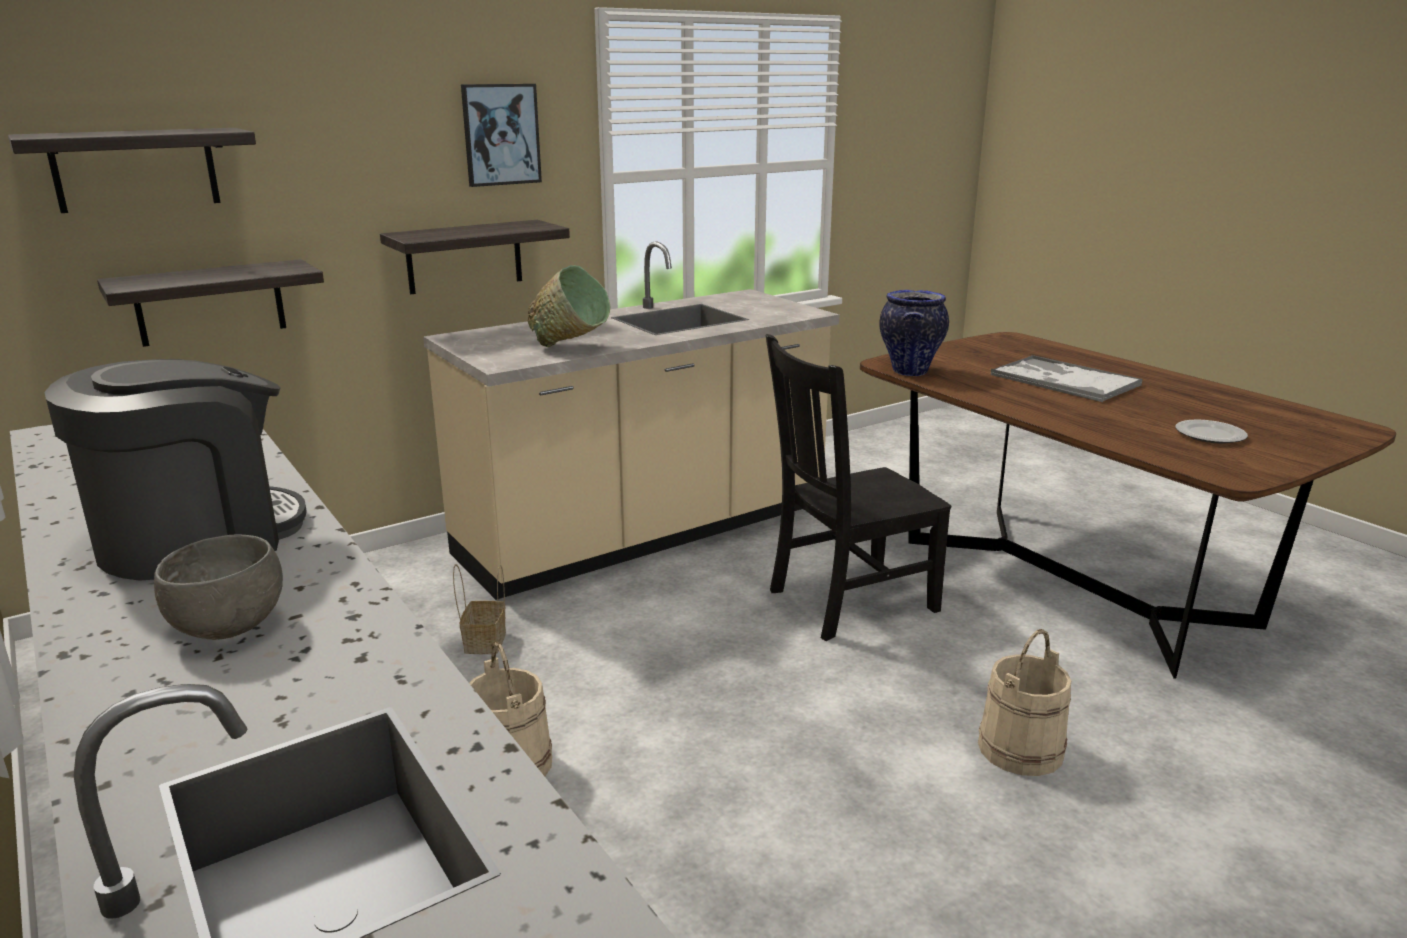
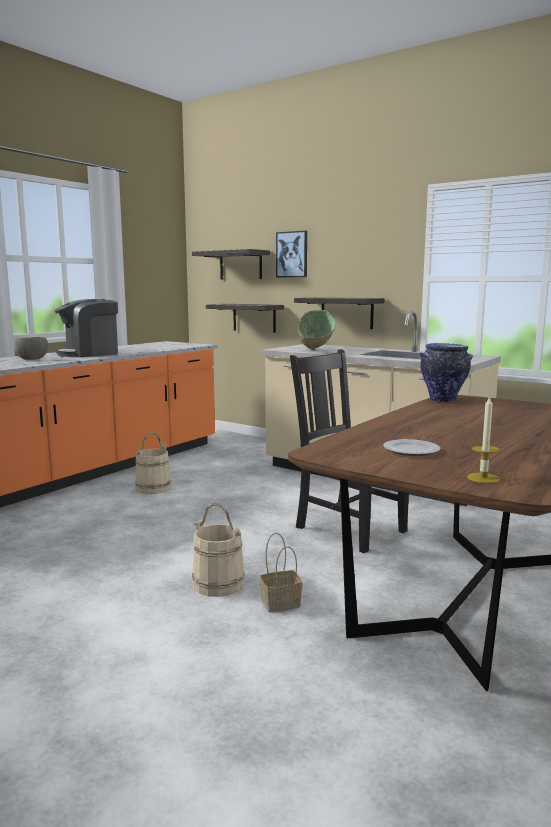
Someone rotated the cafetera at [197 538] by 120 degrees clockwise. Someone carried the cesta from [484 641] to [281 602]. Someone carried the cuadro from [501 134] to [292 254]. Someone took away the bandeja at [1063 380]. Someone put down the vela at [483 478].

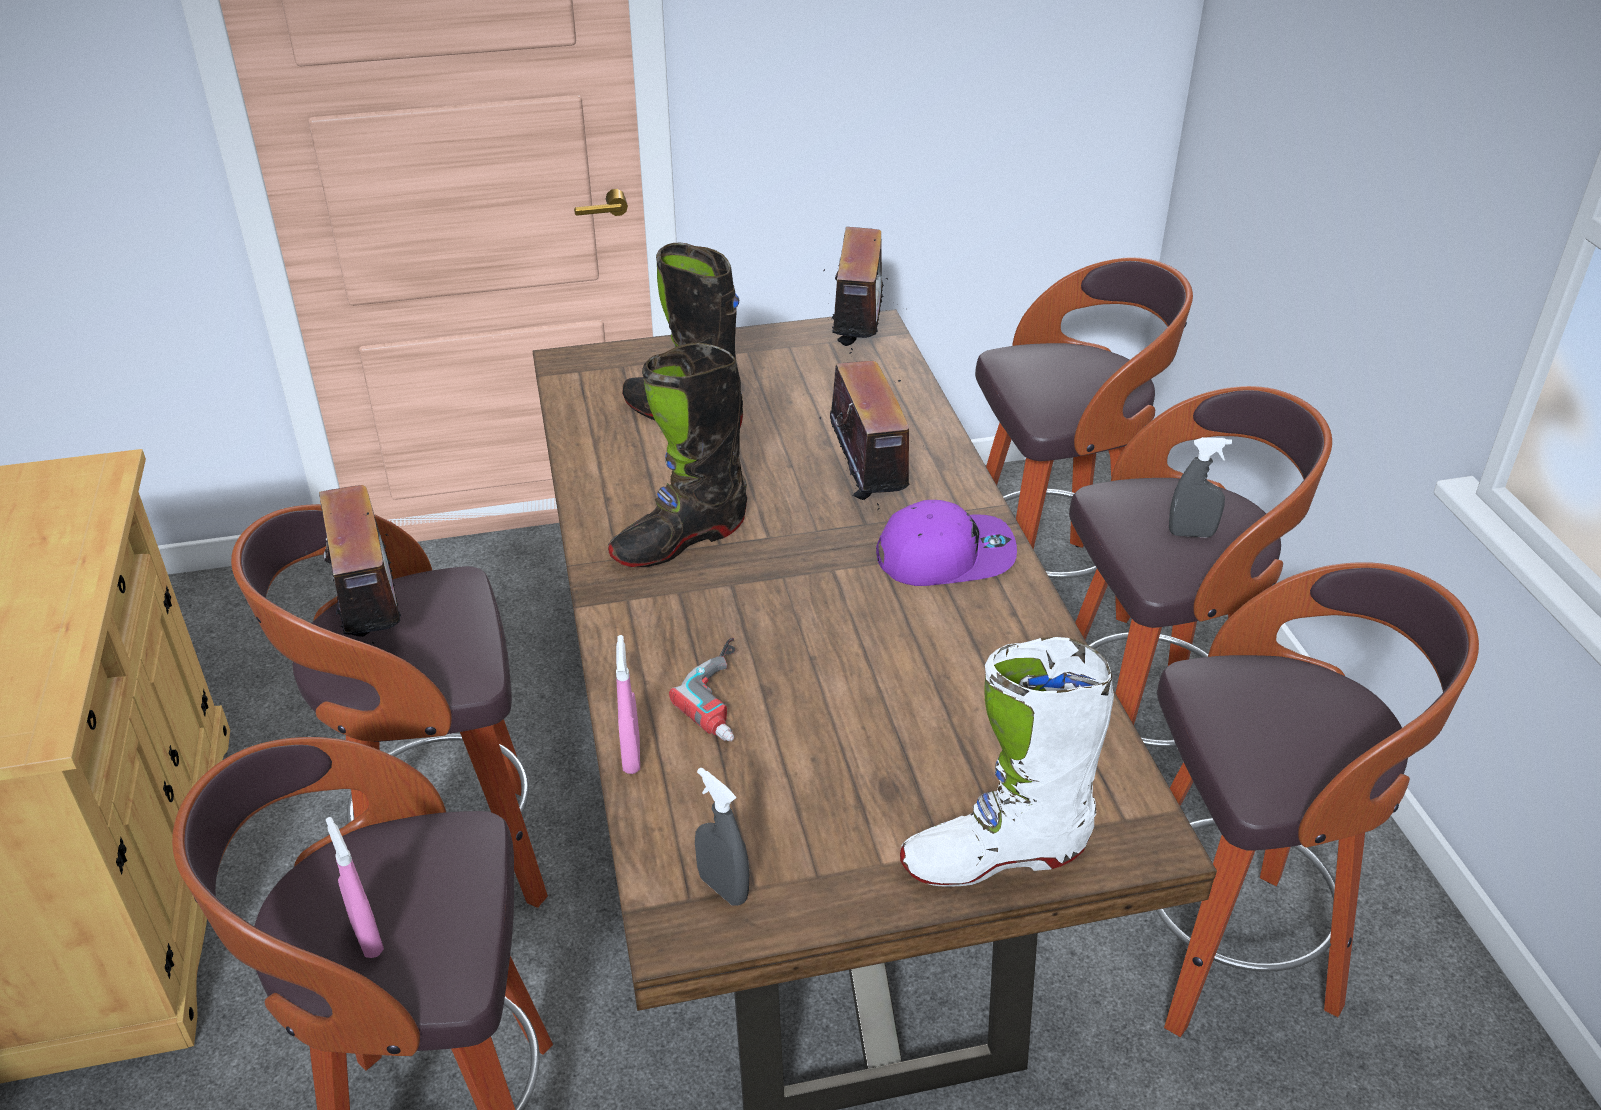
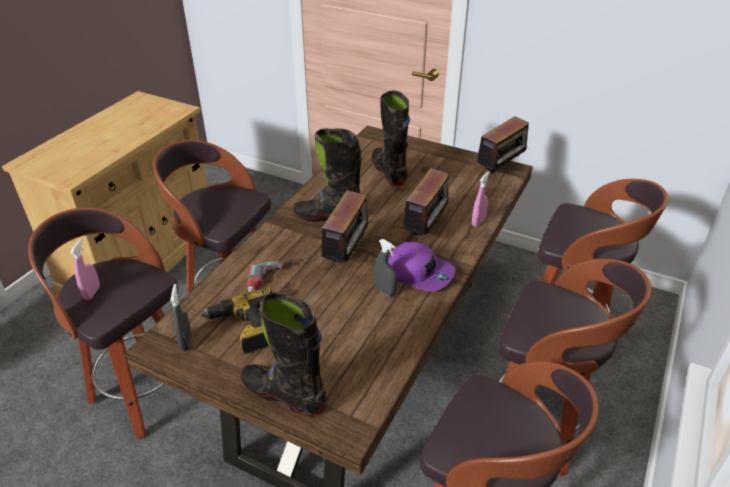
Someone carried the radio from [373 617] to [347 255]. Someone carried the pulverizador [rosa] from [631 756] to [478 222]. Someone repainted the bota [blanco] at [994 856], which became the bota [negro] at [284 394]. Someone carried the pulverizador [gris] from [1191 534] to [385 290]. Someone put down the taladro at [246 329].

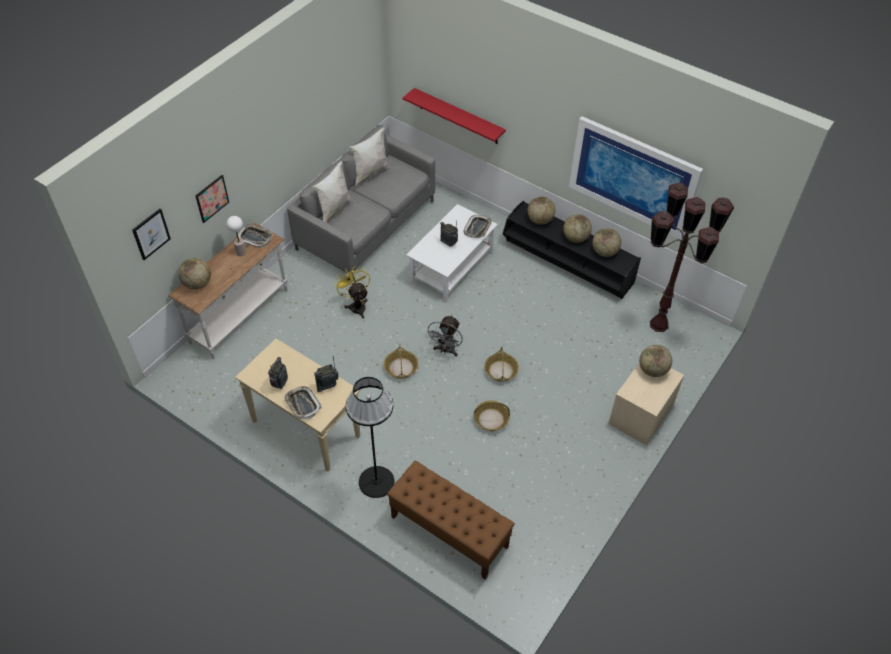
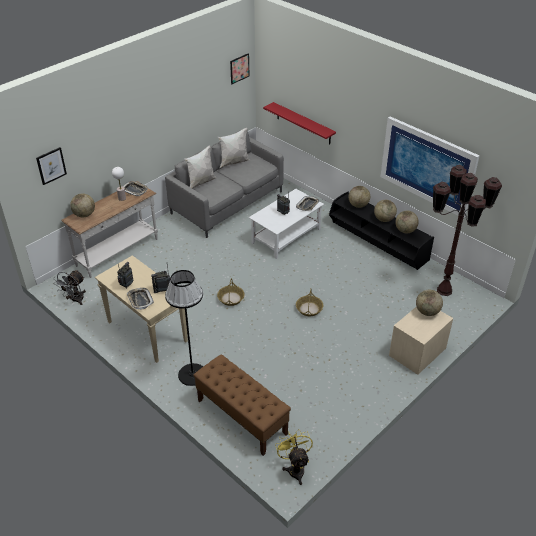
Someone carried the cuadro from [212 198] to [239 68]. Someone carried the ventilador [amarillo] from [356 305] to [295 468]. Someone carried the ventilador [gris] from [445 350] to [75 300]. Someone took away the cesta at [491 419].

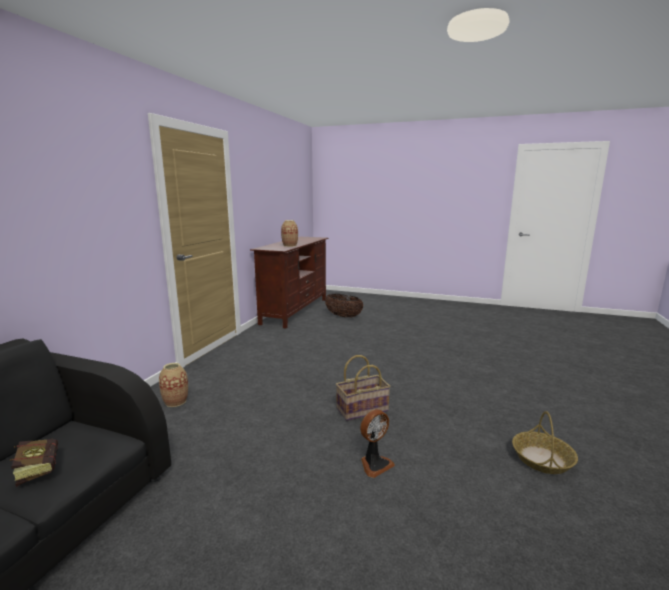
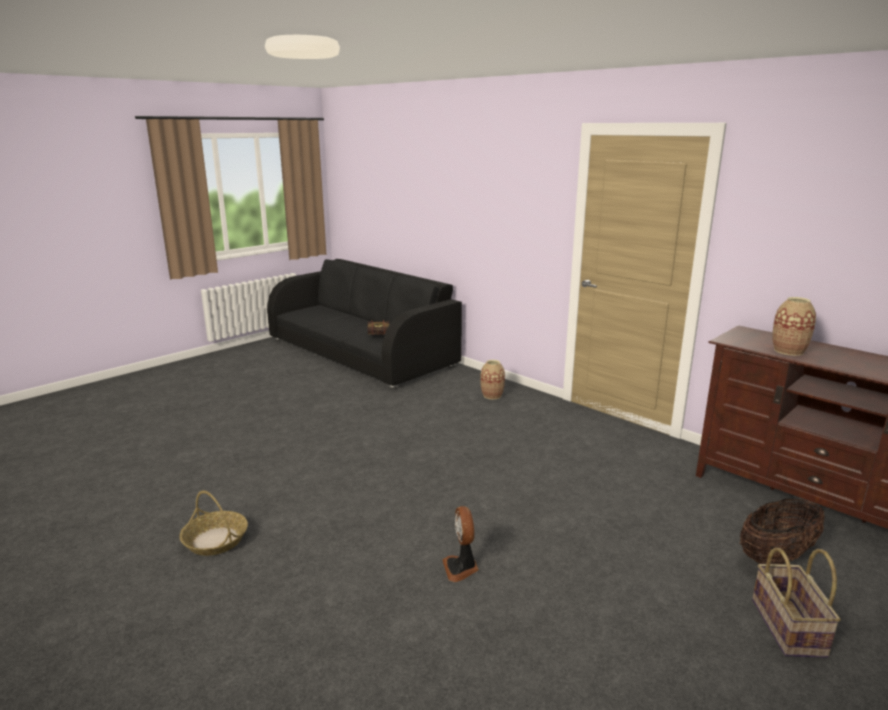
Someone carried the cesta from [362 409] to [789 628]. Someone carried the ventilador from [374 464] to [461 568].

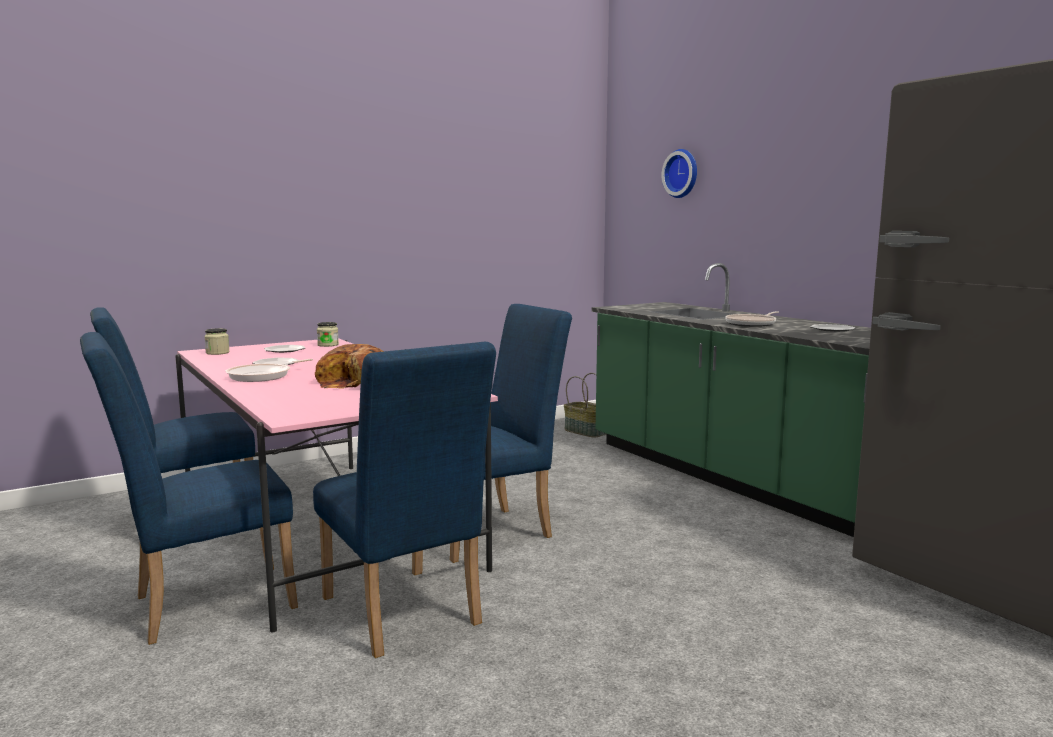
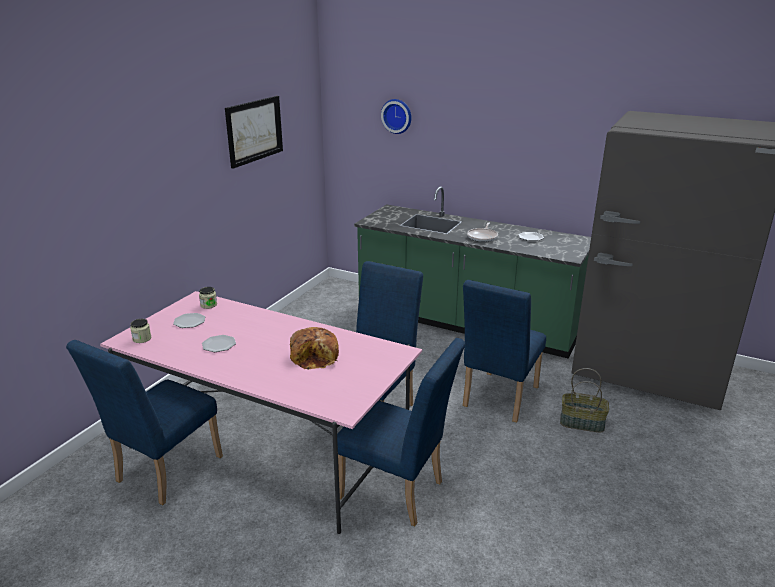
Someone carried the silla [azul] from [201 604] to [498 399]. Someone took away the sartén at [263 376]. Someone carried the cesta from [586 432] to [582 423]. Someone put up the cuadro at [254 130].

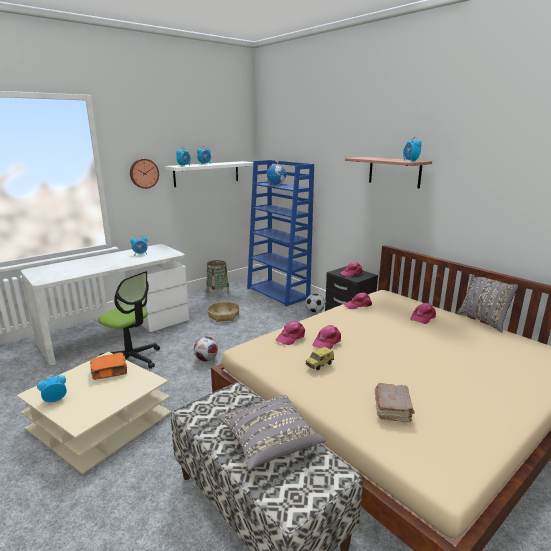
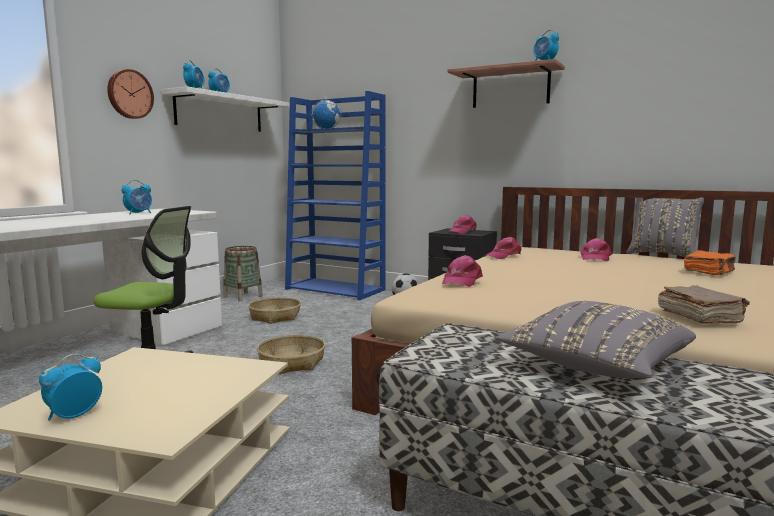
Someone carried the libro [naranja] from [110 372] to [709 272]. Someone swapped the balón de fútbol at [207 359] for the cesta at [292 362]. Someone took away the coche de juguete at [320 365]. Someone took away the gorra [rosa] at [327 342].

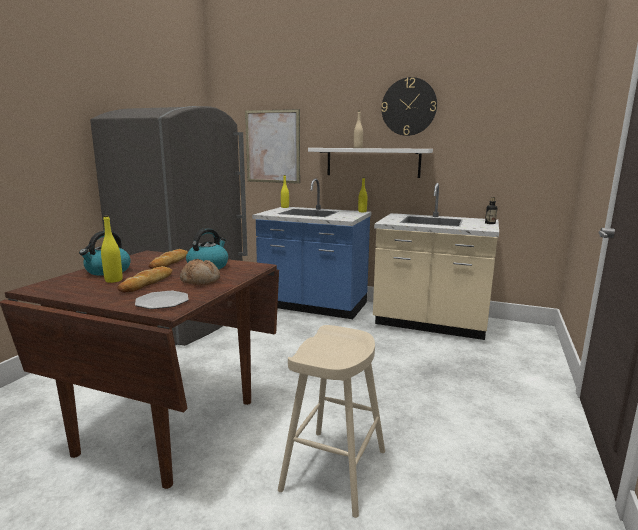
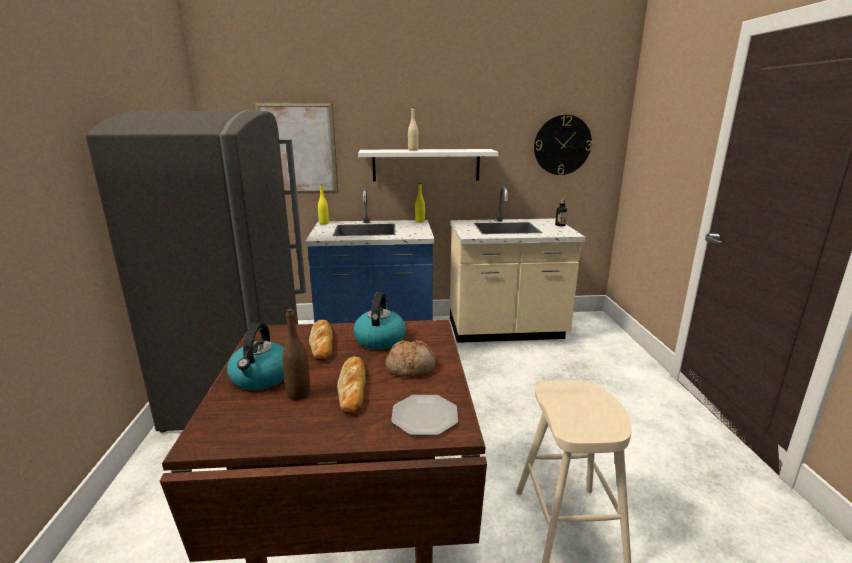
Someone repainted the botella [amarillo] at [113 280], which became the botella [marrón] at [298 394]. Someone carried the reloj de pared from [409 107] to [562 145].

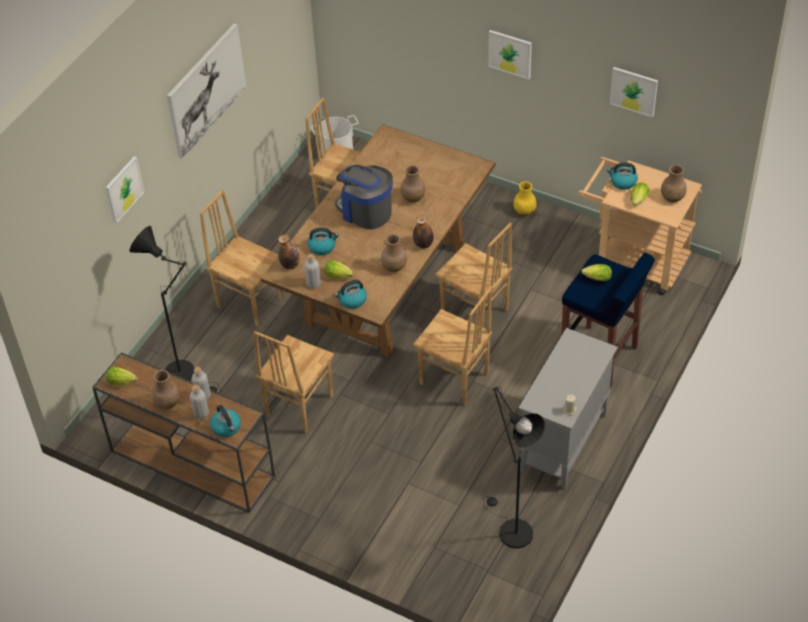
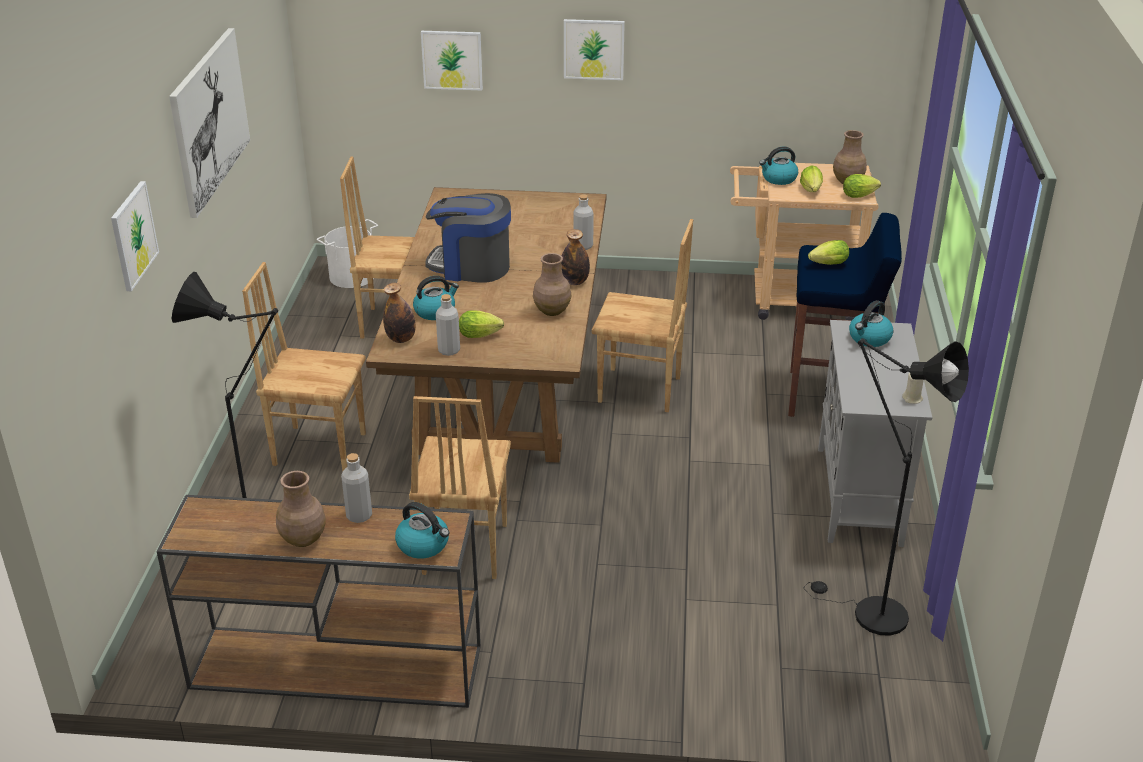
Someone carried the lechuga from [123 382] to [861 196]. Someone carried the botella [gris] from [201 414] to [583 246]. Someone carried the hervidor from [352 300] to [869 338]. Someone took away the florero [marrón] at [413 197]. Someone took away the silla [marrón] at [454 380]. Someone took away the florero [amarillo] at [524 211]. Someone carried the cuadro from [634 91] to [452 60].

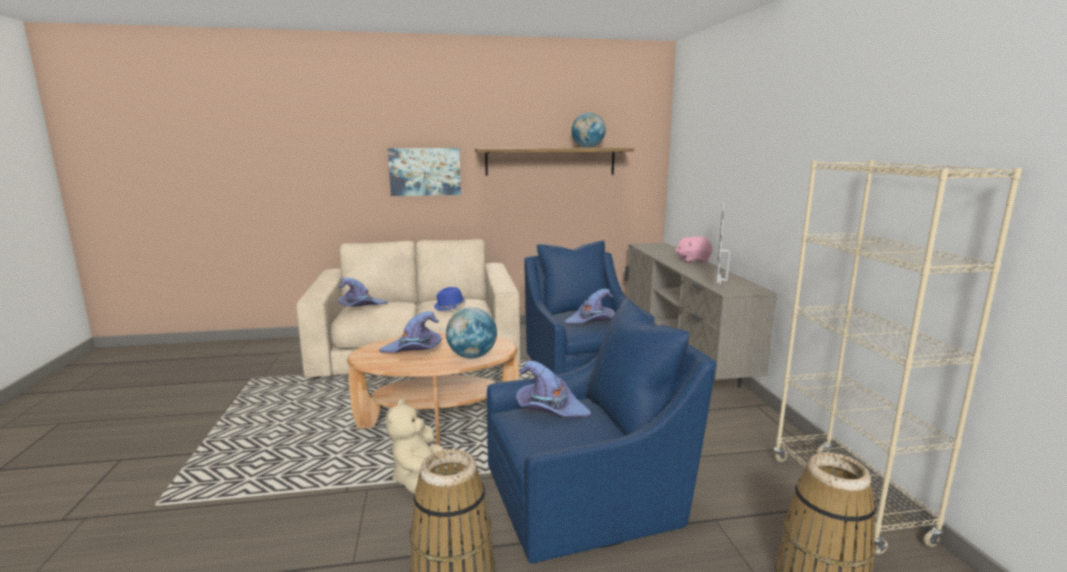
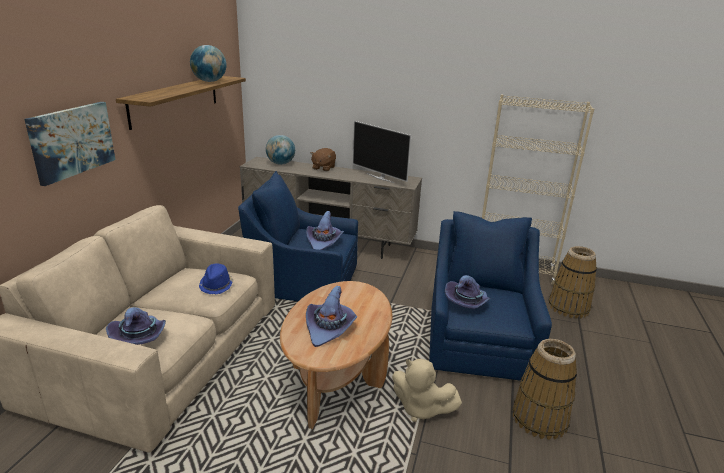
Someone carried the globo terráqueo from [472 356] to [280 164]. Someone repainted the peluche [rosa] at [693 260], which became the peluche [marrón] at [323 168].

